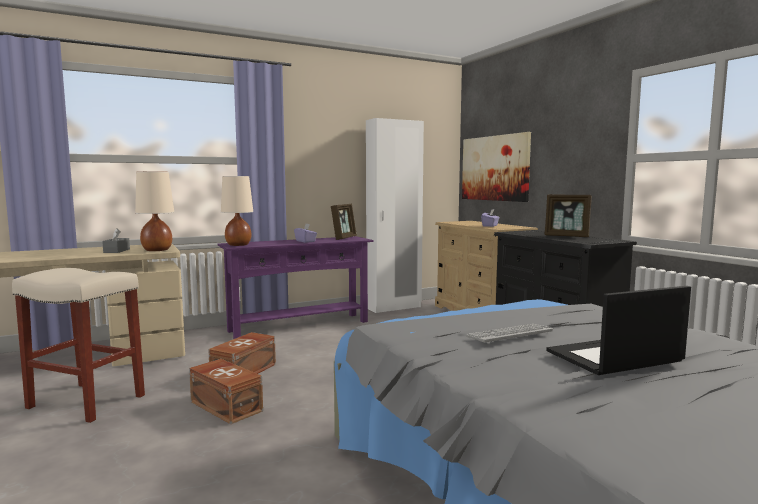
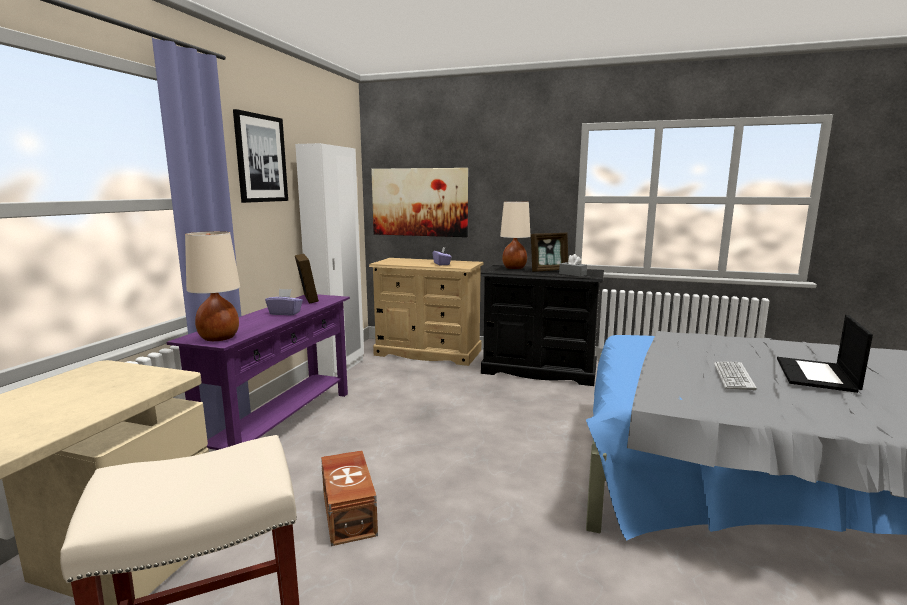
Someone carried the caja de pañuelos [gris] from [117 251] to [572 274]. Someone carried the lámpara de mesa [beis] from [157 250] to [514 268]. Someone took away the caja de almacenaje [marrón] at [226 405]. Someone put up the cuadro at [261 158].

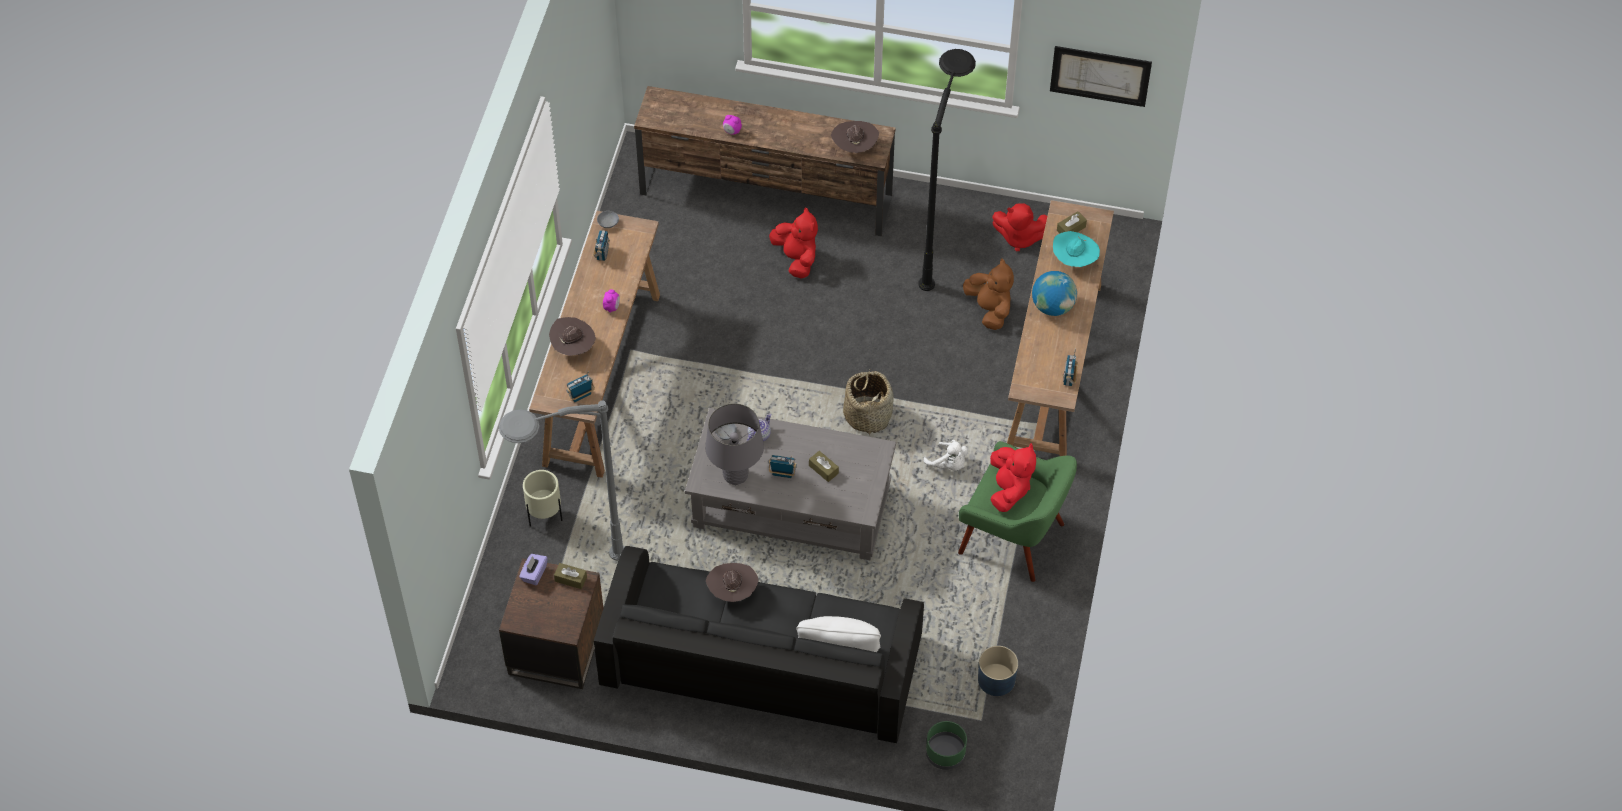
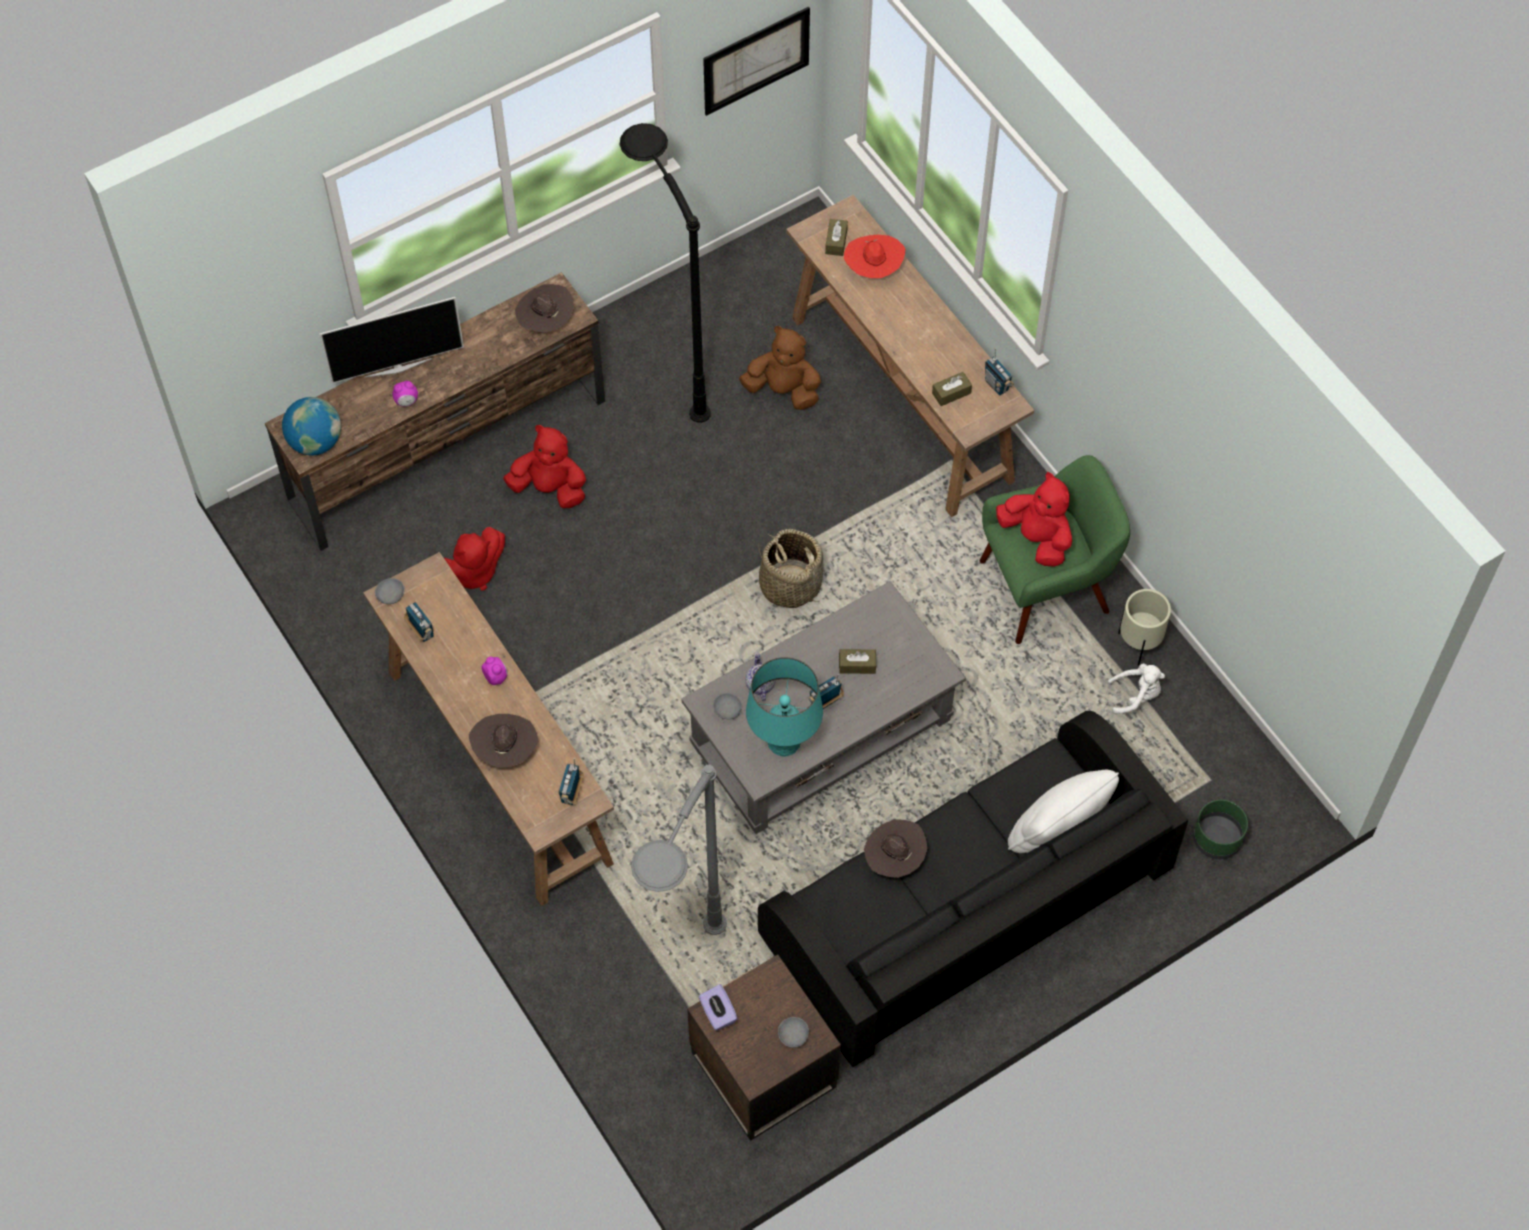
Someone carried the maceta [beis] from [545 515] to [1138 644]. Someone carried the caja de pañuelos [marrón] from [571 579] to [951 393]. Someone repainted the lámpara de mesa [gris] at [735 475], which became the lámpara de mesa [turquesa] at [783 743]. Someone carried the peluche [blanco] from [948 464] to [1136 695]. Someone took away the maceta [azul] at [996 679]. Someone carried the peluche [rojo] from [1020 237] to [472 572]. Someone carried the globo terráqueo from [1052 306] to [315 442]. Someone repainted the sombrero [turquesa] at [1074 260], which became the sombrero [rojo] at [873 269]. Someone put down the televisor at [397 367]. Someone put down the cuenco [gris] at [794 1036].

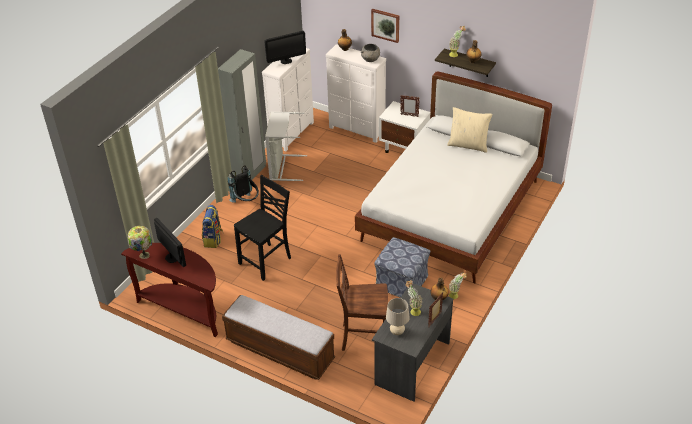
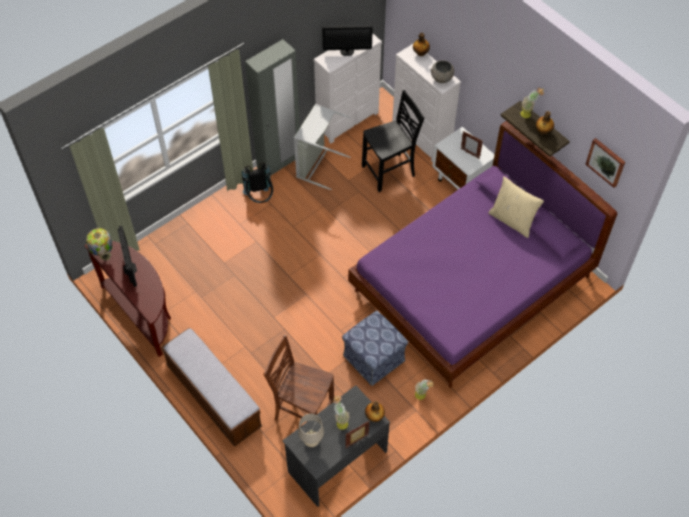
Someone took away the mochila at [213 239]. Someone carried the silla [negro] from [266 261] to [390 172]. Someone repainted the cama [blanco] at [451 212], which became the cama [morado] at [472 286]. Someone carried the cuadro from [385 25] to [606 162].

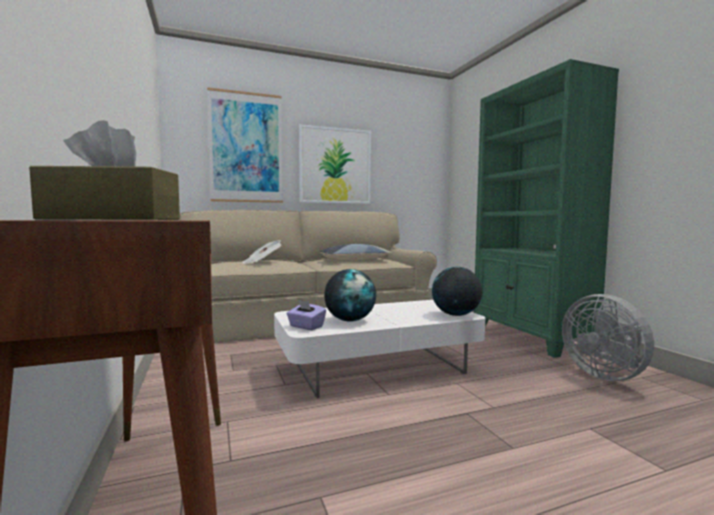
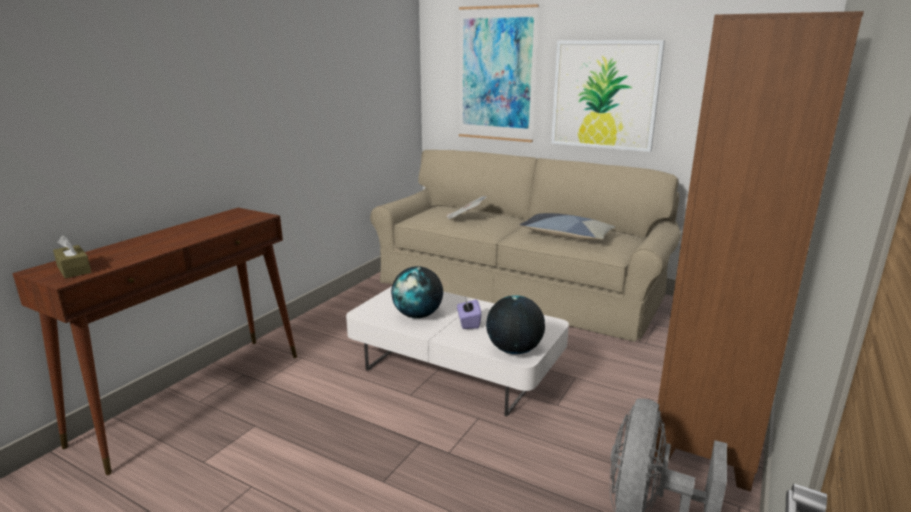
Someone carried the caja de pañuelos [morado] from [306 327] to [468 323]. Someone repainted the estantería [verde] at [530 337], which became the estantería [marrón] at [709 425].

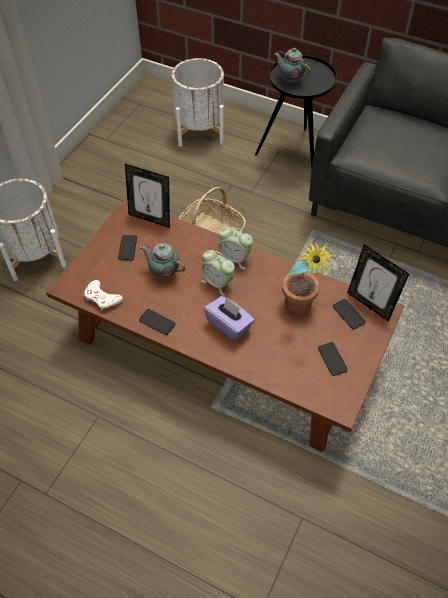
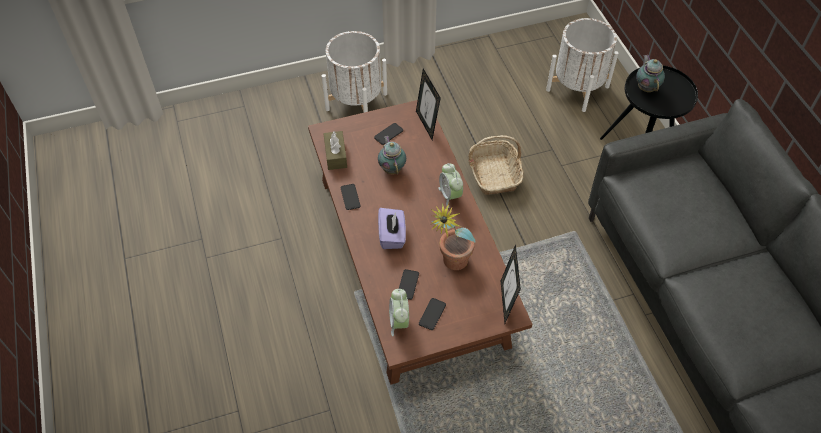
Someone swapped the mando de consola [blanco] at [102 298] for the caja de pañuelos [marrón] at [335 155]. Someone carried the despertador from [217 283] to [399 321]. Someone carried the móvil from [348 314] to [408 284].

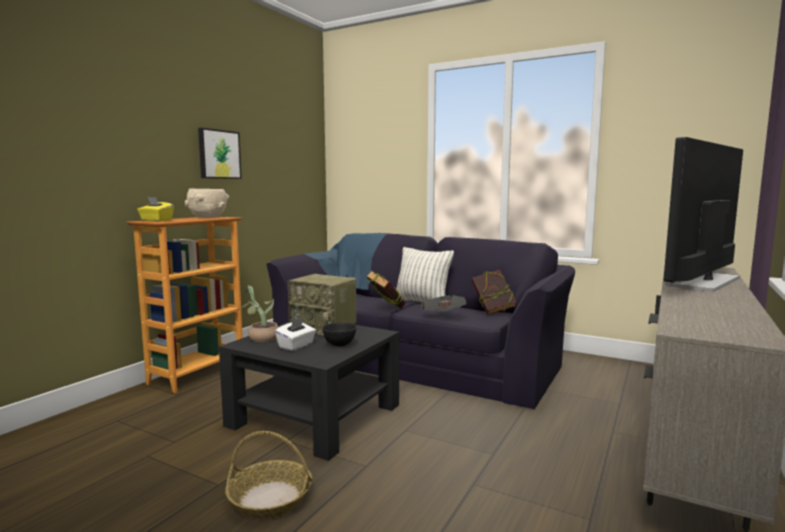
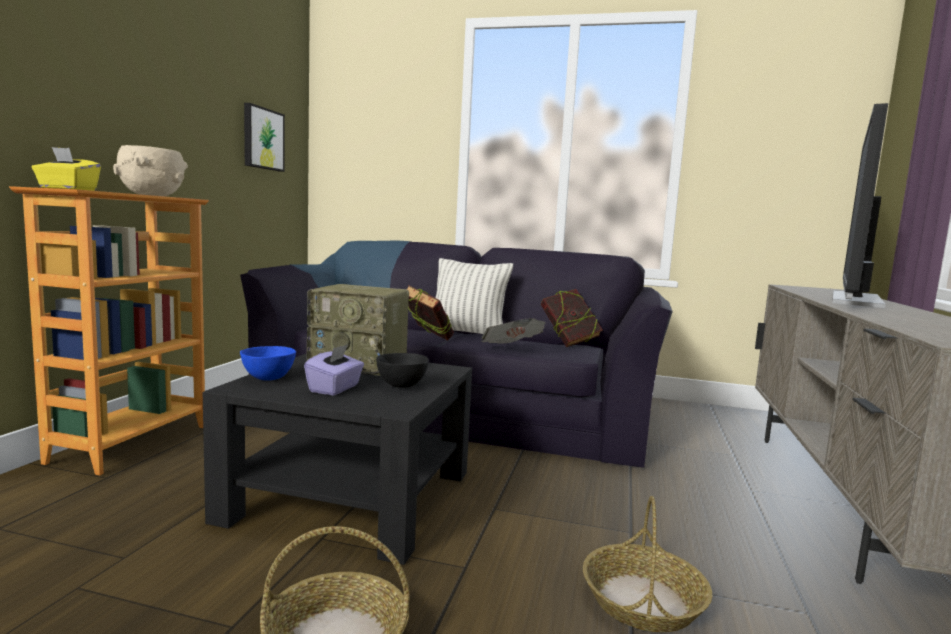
Someone carried the cuadro from [219 154] to [262 139]. Someone swapped the planta en maceta at [260 338] for the cuenco [azul] at [267 378]. Someone repainted the caja de pañuelos [blanco] at [296 346], which became the caja de pañuelos [morado] at [335 388]. Someone put down the cesta at [643 601].

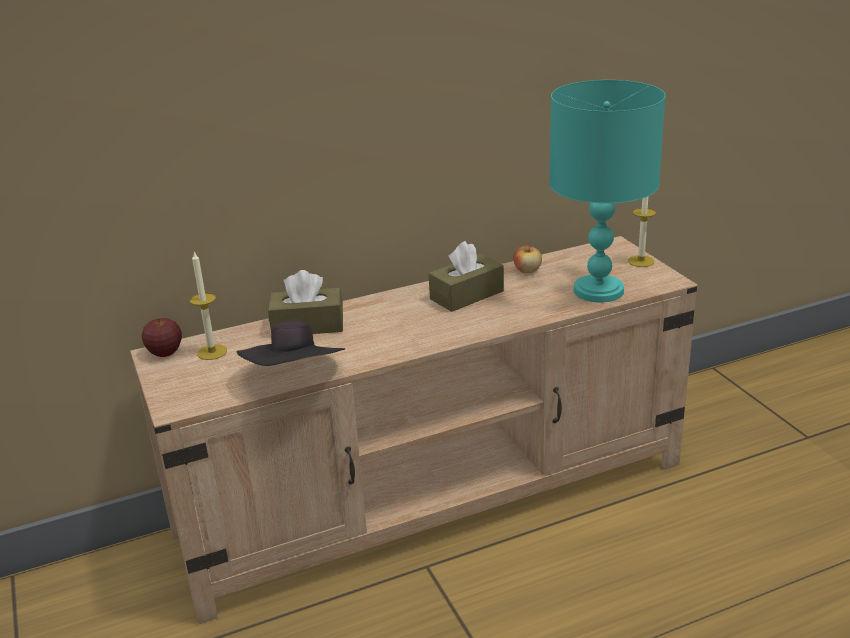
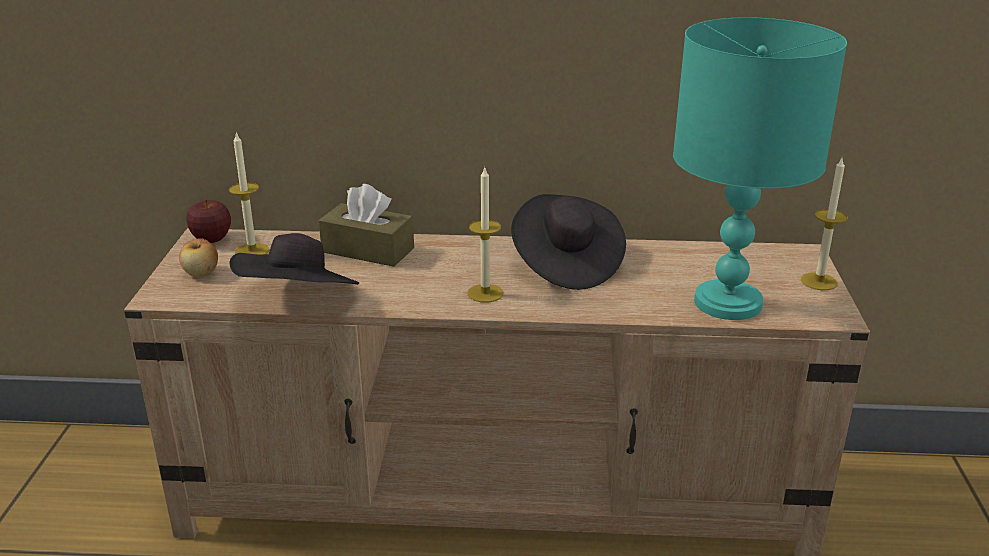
Someone swapped the caja de pañuelos [marrón] at [467 295] for the sombrero [negro] at [565 264]. Someone carried the manzana from [527 271] to [201 273]. Someone put down the vela at [485 293].

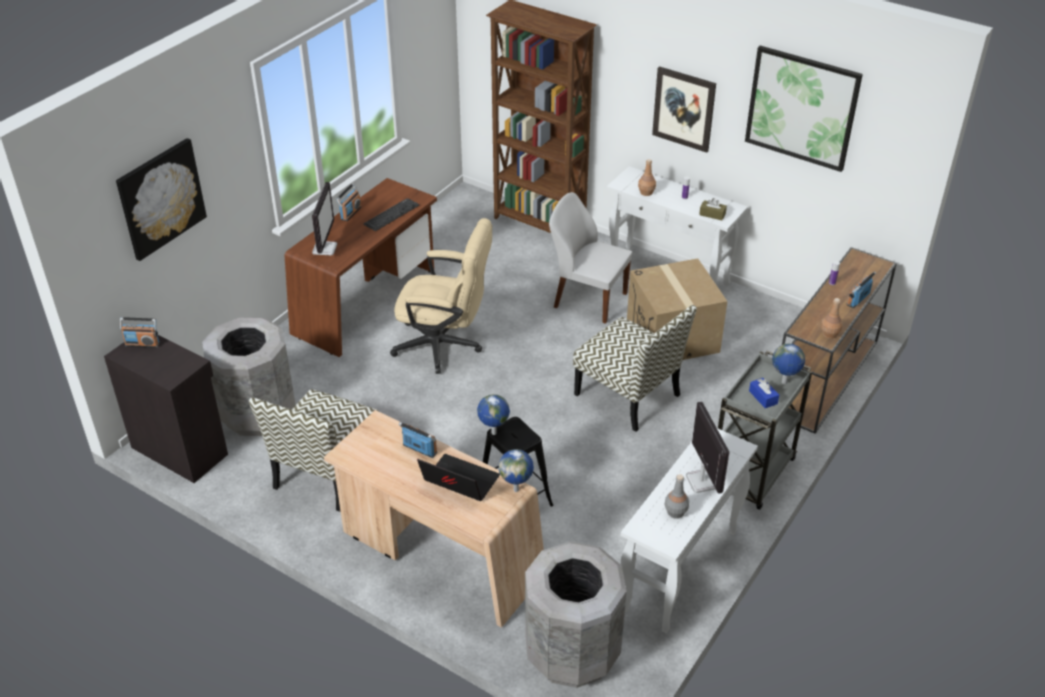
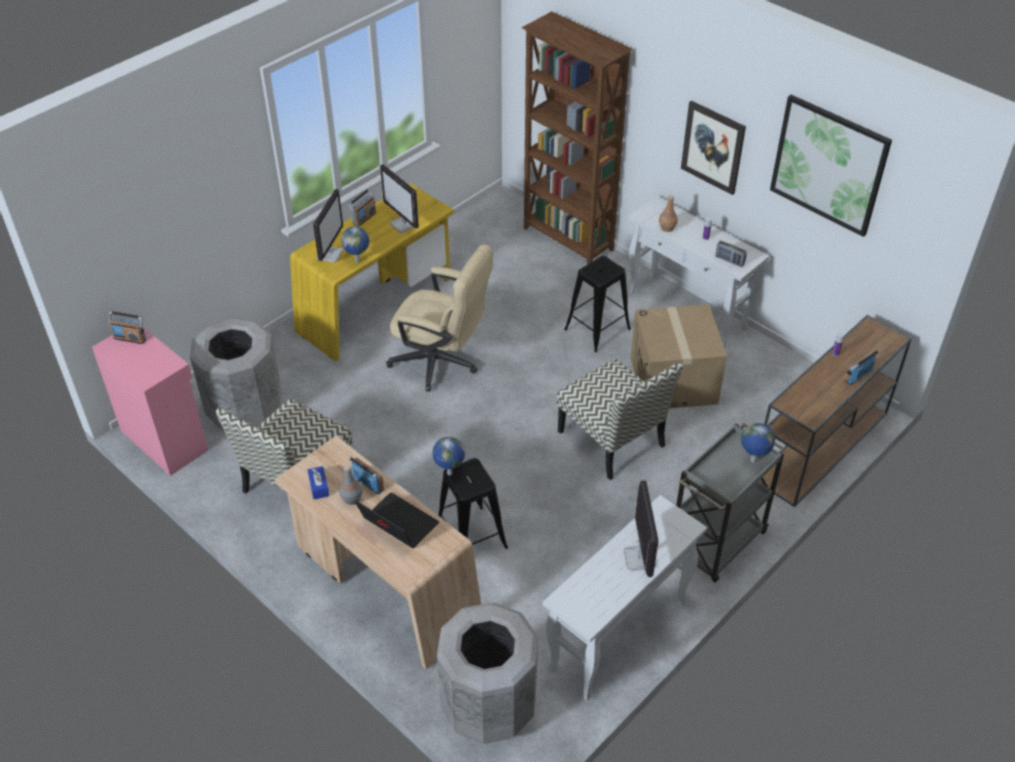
Someone repainted the armario [negro] at [180 449], which became the armario [rosa] at [165 439]. Someone took away the cuadro at [161 198]. Someone repainted the escritorio [marrón] at [367 303], which became the escritorio [amarillo] at [377 306]. Someone swapped the teclado at [391 215] for the monitor at [403 224]. Someone carried the globo terráqueo from [516 489] to [358 261]. Someone swapped the silla [blanco] at [588 299] for the taburete [negro] at [597 329]. Someone carried the botella [gris] from [675 512] to [352 498]. Someone swapped the caja de pañuelos [marrón] at [712 214] for the radio at [729 260]. Someone carried the caja de pañuelos [azul] from [763 397] to [319 486]. Someone took away the botella [marrón] at [829 334].

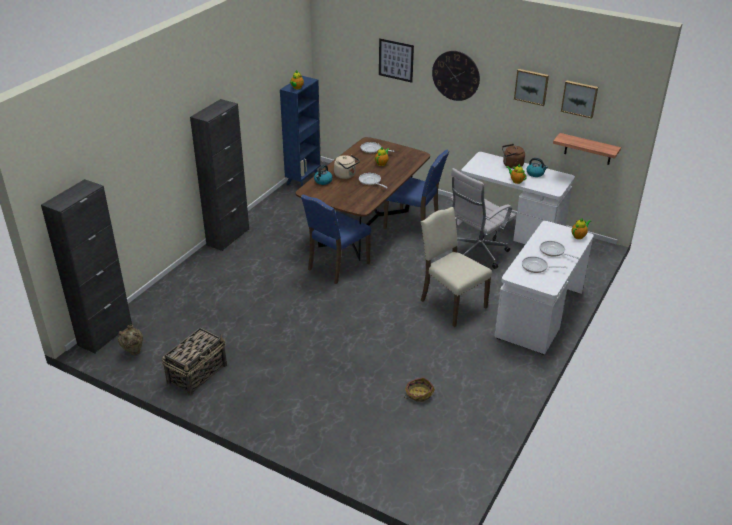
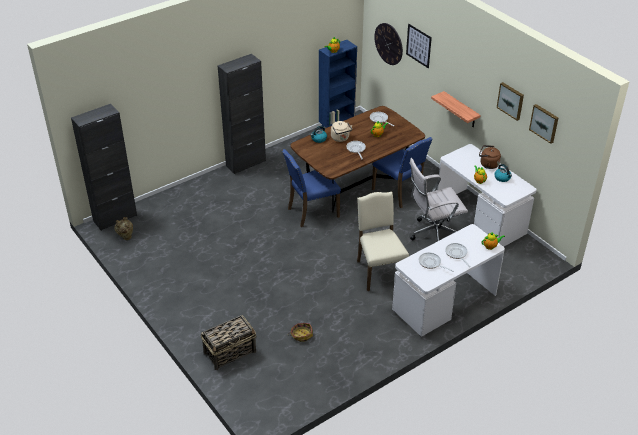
Someone carried the cesta from [198 373] to [230 352]. Someone carried the reloj de pared from [456 75] to [388 44]. Someone carried the estante from [588 149] to [461 110].

